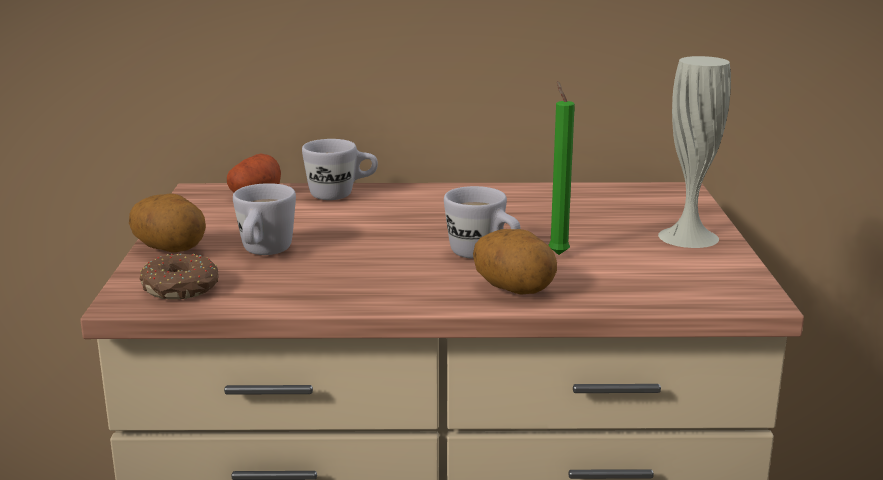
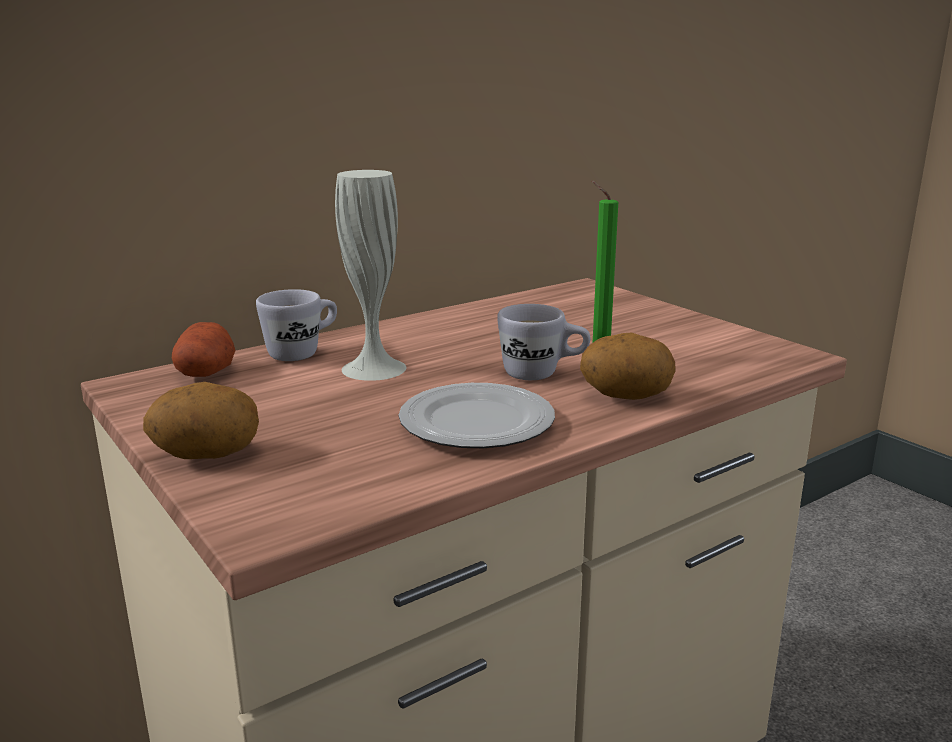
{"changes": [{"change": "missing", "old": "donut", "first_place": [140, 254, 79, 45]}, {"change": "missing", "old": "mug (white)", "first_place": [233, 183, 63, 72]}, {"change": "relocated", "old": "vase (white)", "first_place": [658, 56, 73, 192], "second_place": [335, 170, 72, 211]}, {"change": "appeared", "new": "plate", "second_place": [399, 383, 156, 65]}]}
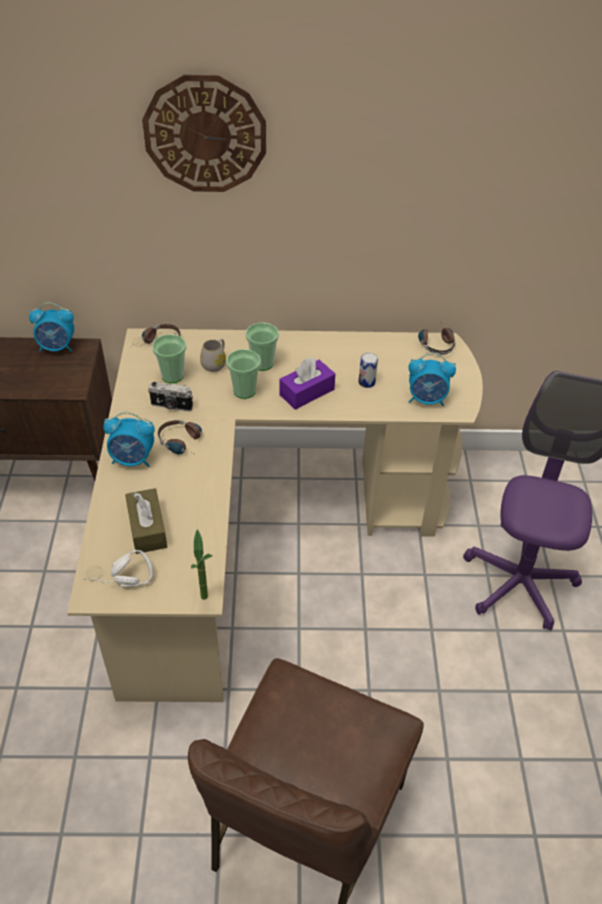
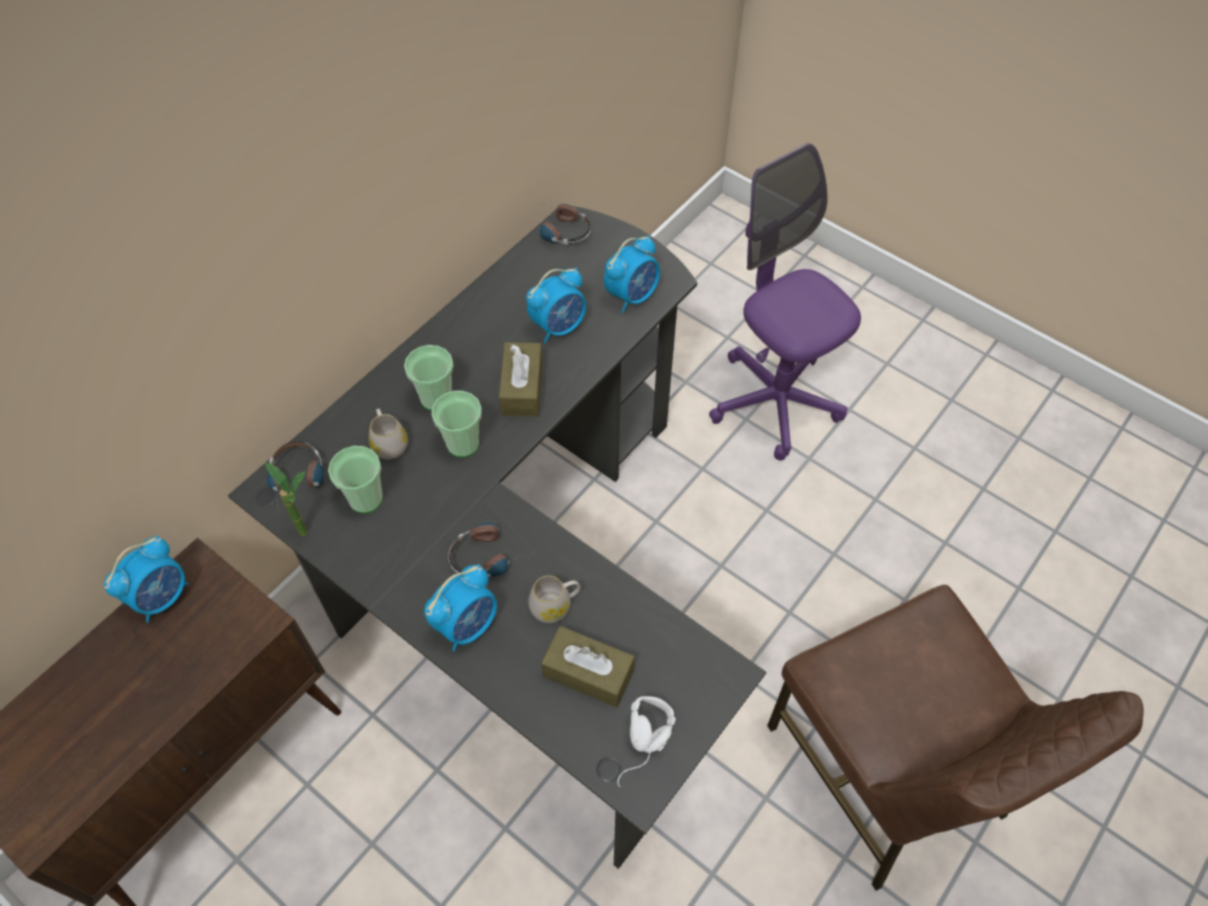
{"changes": [{"change": "colour", "old": "desk (beige)", "new": "desk (black)", "first_place": [67, 328, 416, 374], "second_place": [228, 206, 538, 663]}, {"change": "missing", "old": "wall clock", "first_place": [142, 74, 124, 118]}, {"change": "missing", "old": "photo camera", "first_place": [148, 382, 45, 30]}, {"change": "relocated", "old": "potted plant", "first_place": [191, 529, 21, 71], "second_place": [265, 462, 43, 74]}, {"change": "colour", "old": "tissue box (purple)", "new": "tissue box (brown)", "first_place": [279, 358, 56, 52], "second_place": [499, 342, 44, 75]}, {"change": "exchanged", "old": "can", "new": "alarm clock", "first_place": [358, 353, 20, 35], "second_place": [526, 268, 60, 75]}, {"change": "appeared", "new": "mug (white)", "second_place": [528, 575, 52, 48]}]}
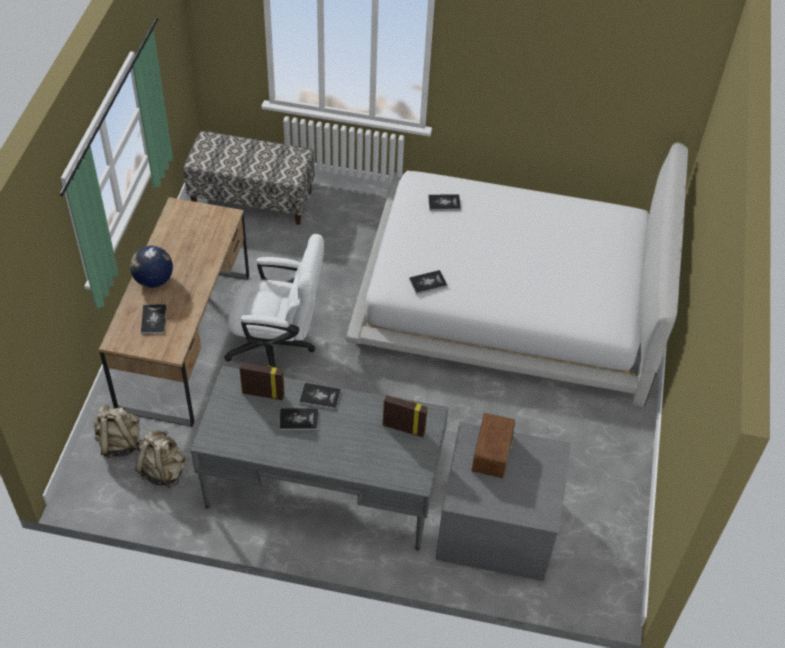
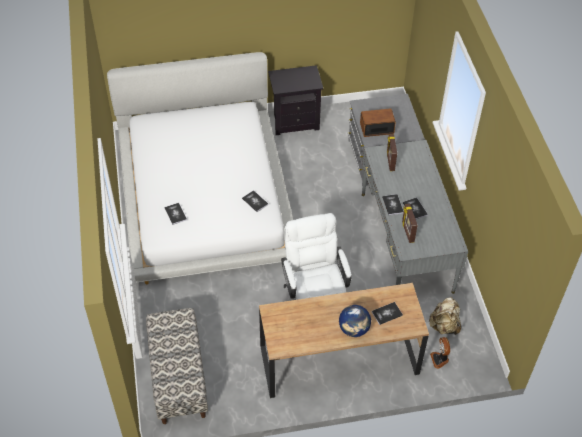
{"changes": [{"change": "exchanged", "old": "backpack (beige)", "new": "fan", "first_place": [94, 405, 48, 53], "second_place": [430, 337, 20, 32]}, {"change": "appeared", "new": "nightstand (black)", "second_place": [268, 65, 56, 70]}]}
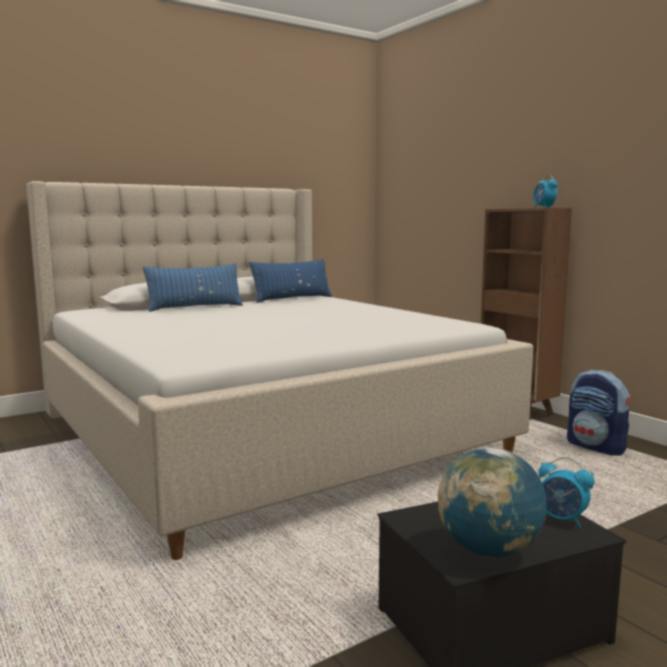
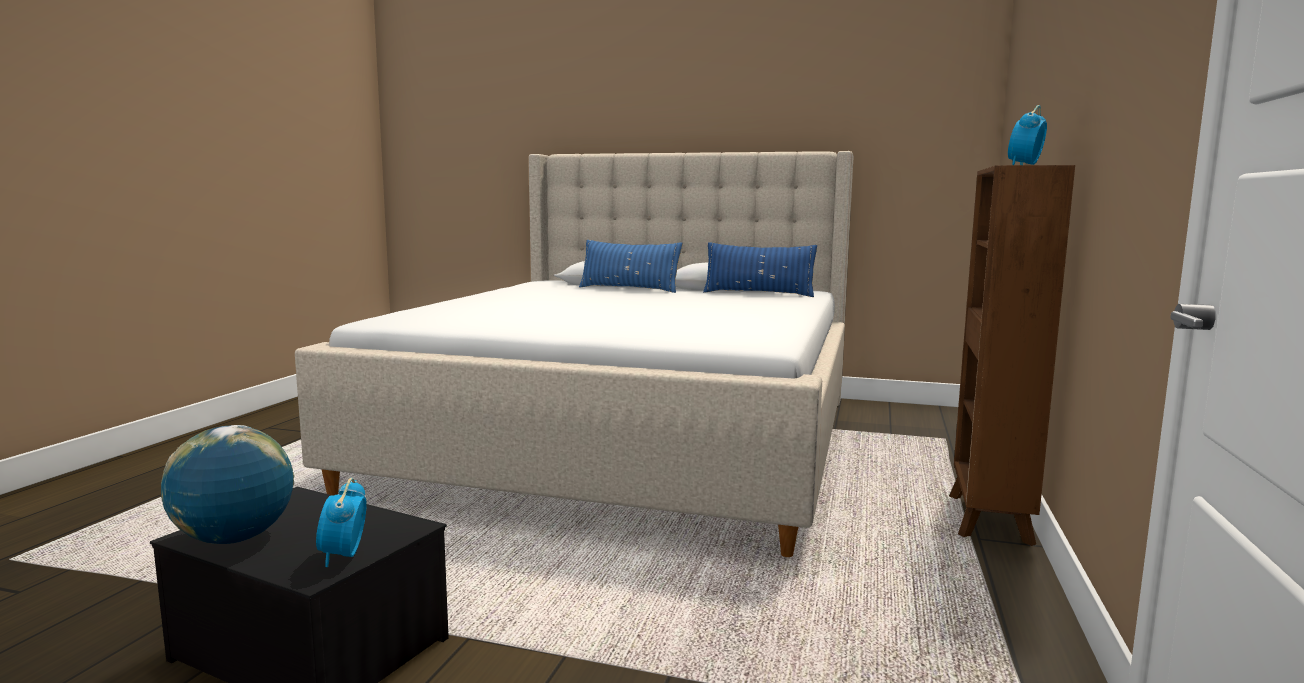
{"changes": [{"change": "missing", "old": "backpack", "first_place": [567, 370, 64, 86]}]}
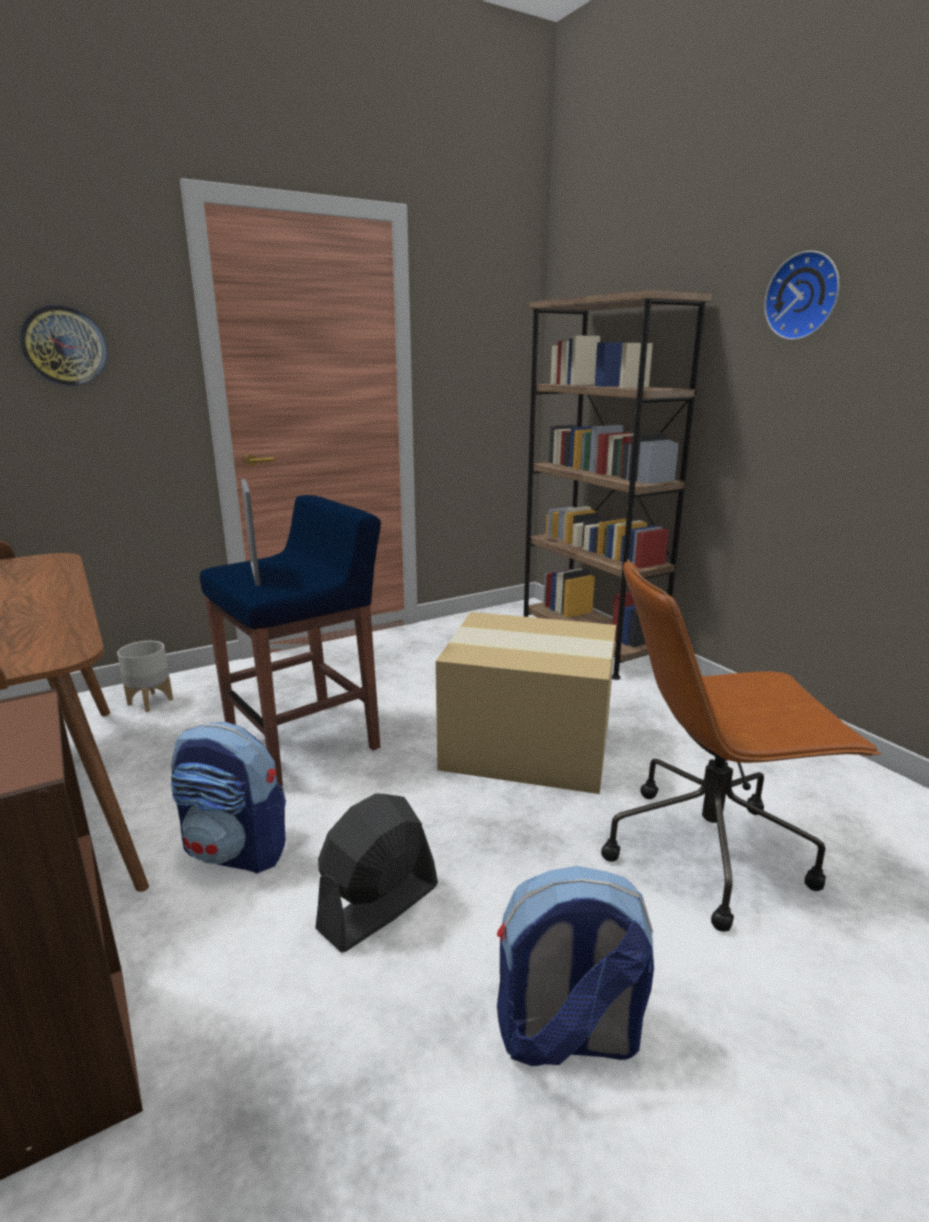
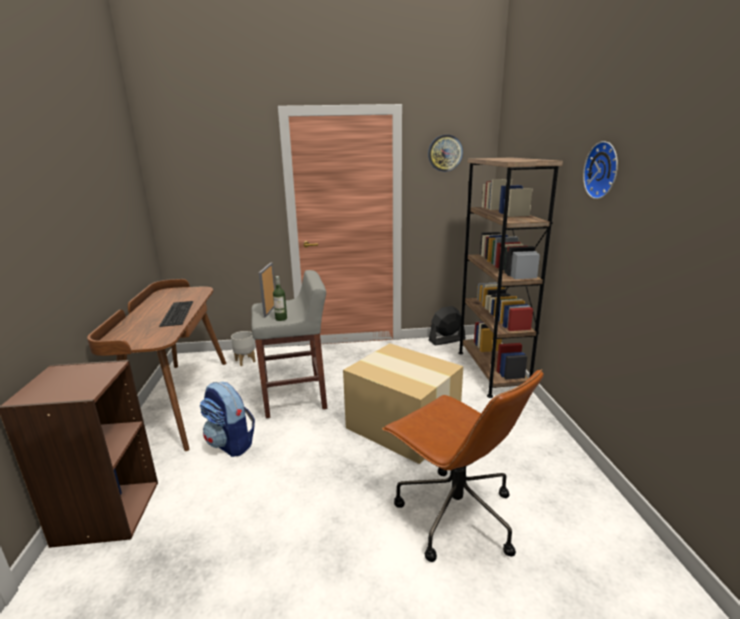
{"changes": [{"change": "relocated", "old": "wall clock", "first_place": [19, 305, 88, 81], "second_place": [428, 135, 35, 37]}, {"change": "colour", "old": "stool (blue)", "new": "stool (grey)", "first_place": [200, 495, 181, 292], "second_place": [251, 270, 76, 148]}, {"change": "relocated", "old": "fan (black)", "first_place": [315, 793, 123, 159], "second_place": [429, 306, 37, 39]}, {"change": "missing", "old": "backpack", "first_place": [497, 866, 157, 200]}, {"change": "spun", "old": "office chair (brown)", "first_place": [601, 559, 280, 373], "second_place": [382, 369, 162, 193], "degrees": -150}, {"change": "appeared", "new": "keyboard", "second_place": [159, 301, 34, 26]}, {"change": "appeared", "new": "bottle", "second_place": [273, 276, 14, 45]}]}
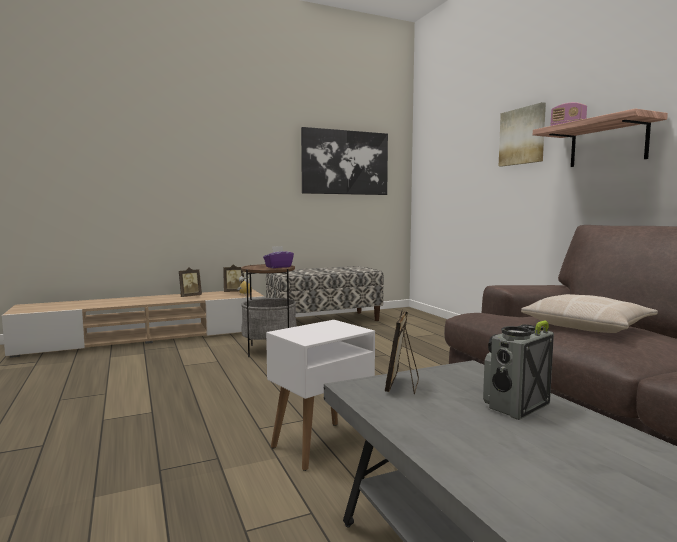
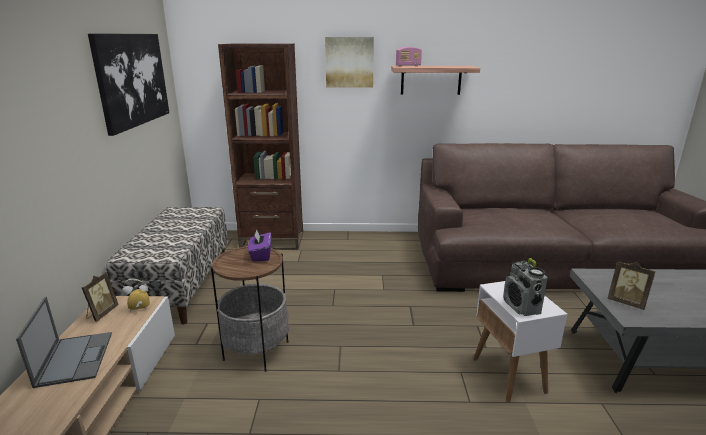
{"changes": [{"change": "exchanged", "old": "picture frame", "new": "laptop", "first_place": [179, 267, 23, 30], "second_place": [16, 297, 96, 91]}, {"change": "relocated", "old": "radio", "first_place": [483, 321, 71, 99], "second_place": [503, 258, 45, 58]}, {"change": "missing", "old": "pillow (beige)", "first_place": [521, 294, 137, 39]}, {"change": "appeared", "new": "bookcase (brown)", "second_place": [218, 44, 85, 206]}]}
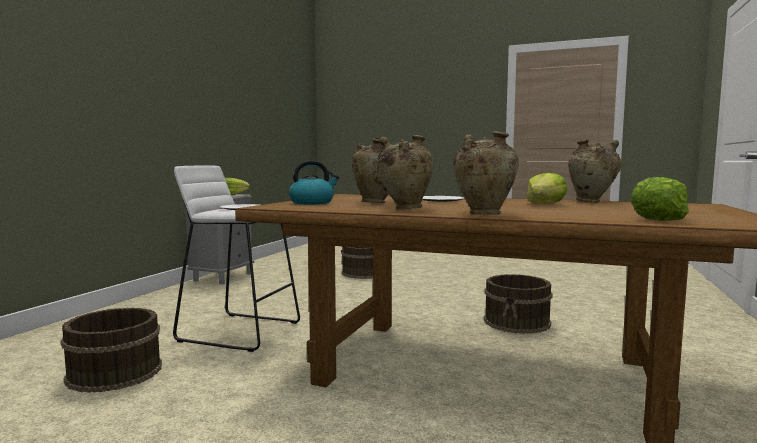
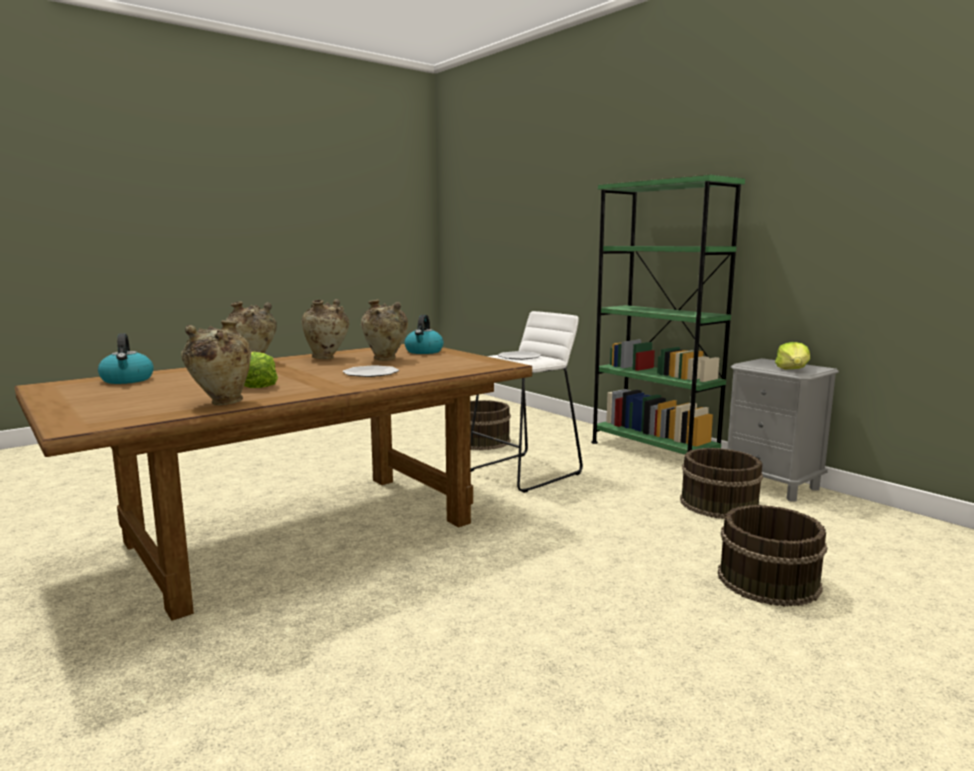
{"changes": [{"change": "relocated", "old": "bucket (brown)", "first_place": [484, 274, 69, 60], "second_place": [680, 448, 83, 71]}, {"change": "exchanged", "old": "lettuce", "new": "kettle", "first_place": [630, 177, 59, 44], "second_place": [98, 333, 56, 51]}, {"change": "appeared", "new": "bookcase (green)", "second_place": [591, 175, 154, 280]}]}
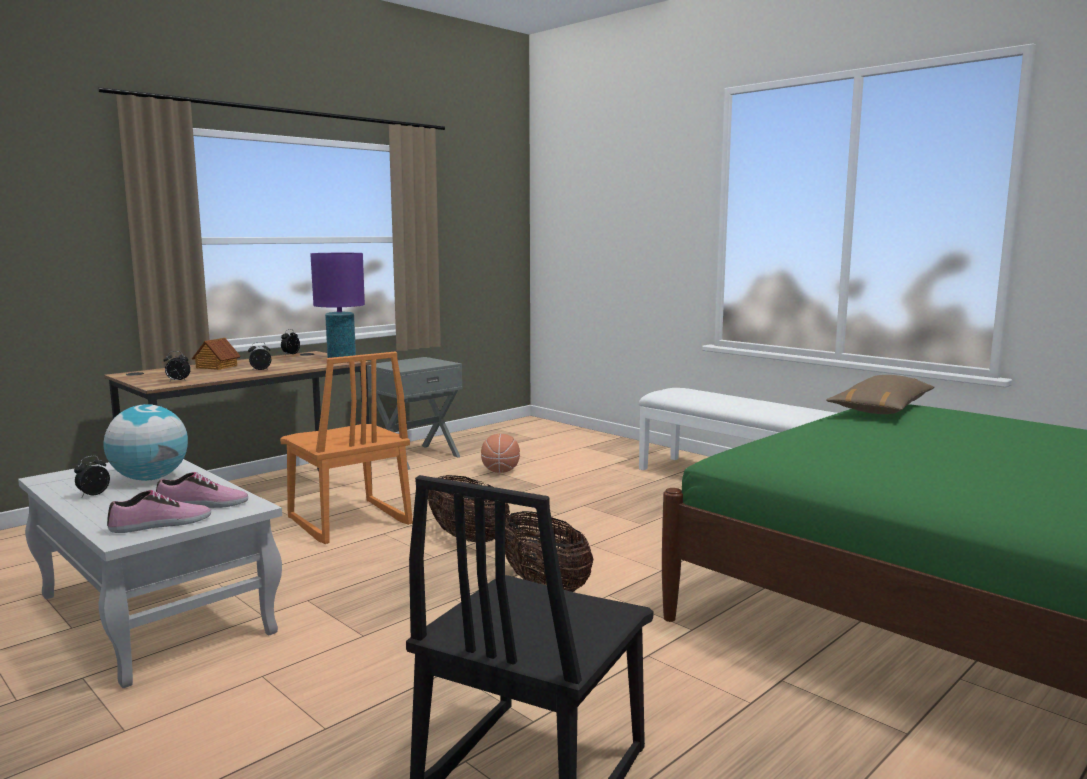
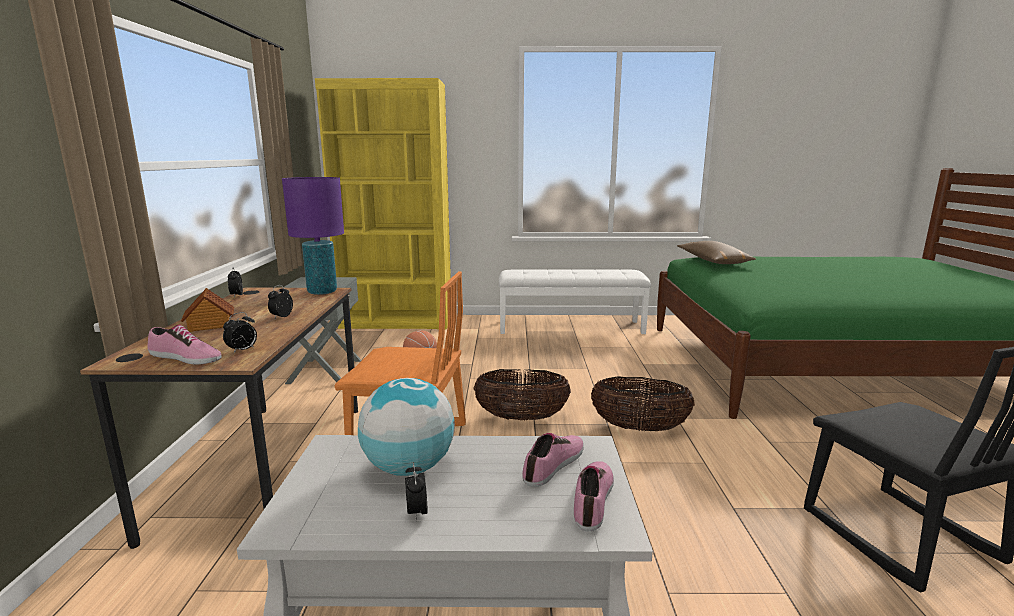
{"changes": [{"change": "appeared", "new": "shoe", "second_place": [147, 325, 75, 40]}, {"change": "appeared", "new": "bookcase (yellow)", "second_place": [315, 78, 136, 252]}]}
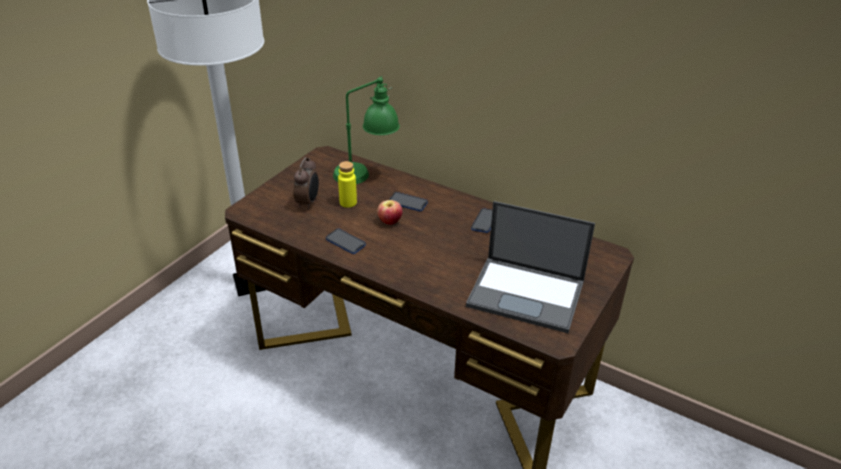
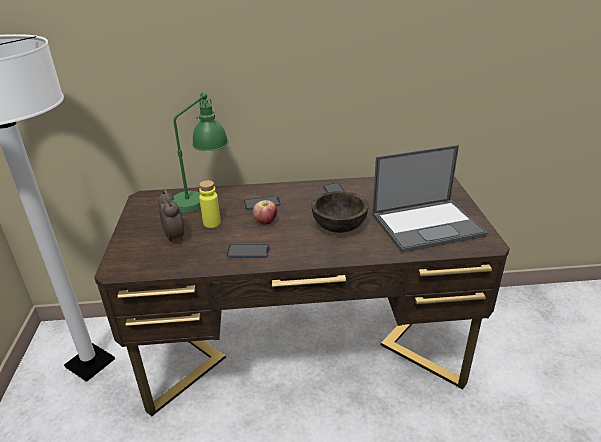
{"changes": [{"change": "appeared", "new": "bowl (brown)", "second_place": [311, 191, 58, 42]}]}
